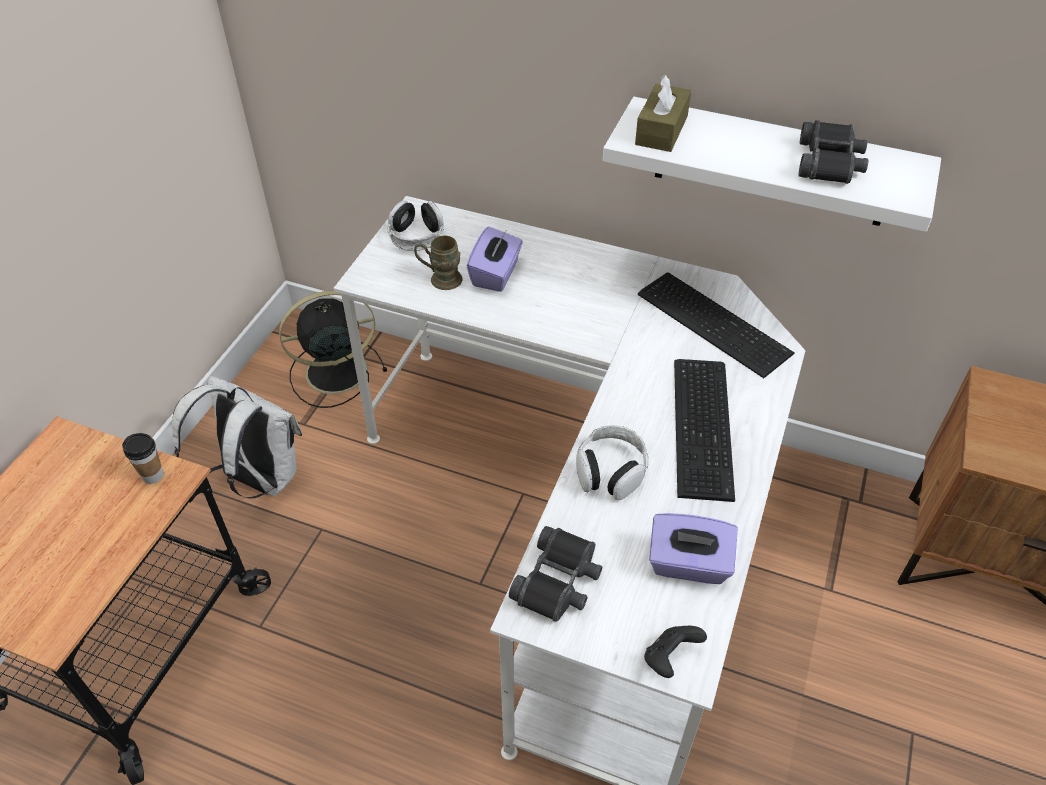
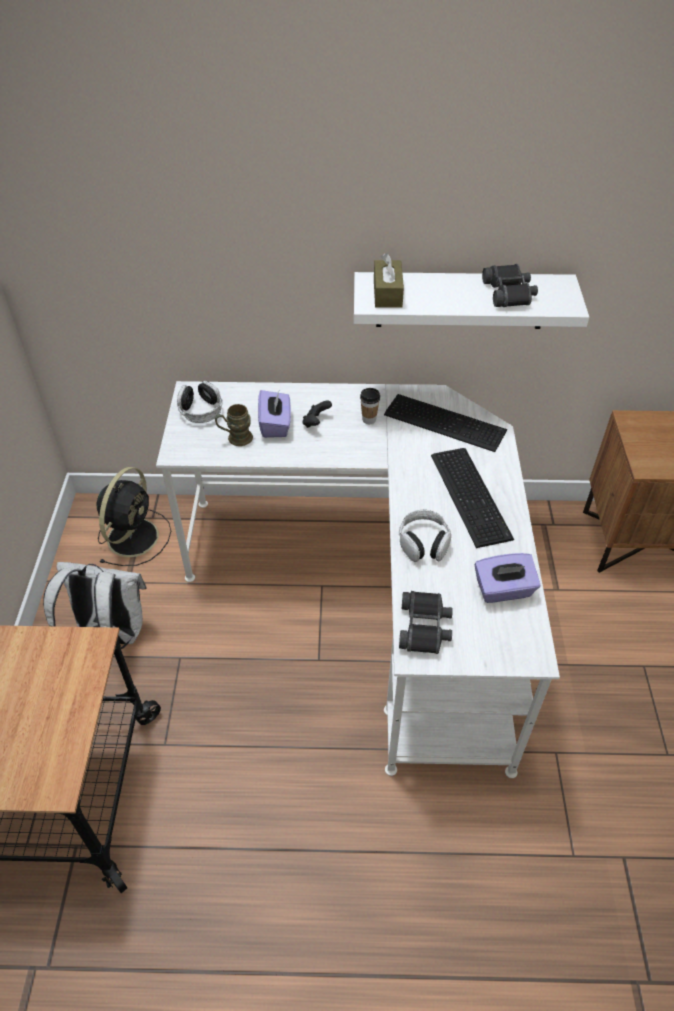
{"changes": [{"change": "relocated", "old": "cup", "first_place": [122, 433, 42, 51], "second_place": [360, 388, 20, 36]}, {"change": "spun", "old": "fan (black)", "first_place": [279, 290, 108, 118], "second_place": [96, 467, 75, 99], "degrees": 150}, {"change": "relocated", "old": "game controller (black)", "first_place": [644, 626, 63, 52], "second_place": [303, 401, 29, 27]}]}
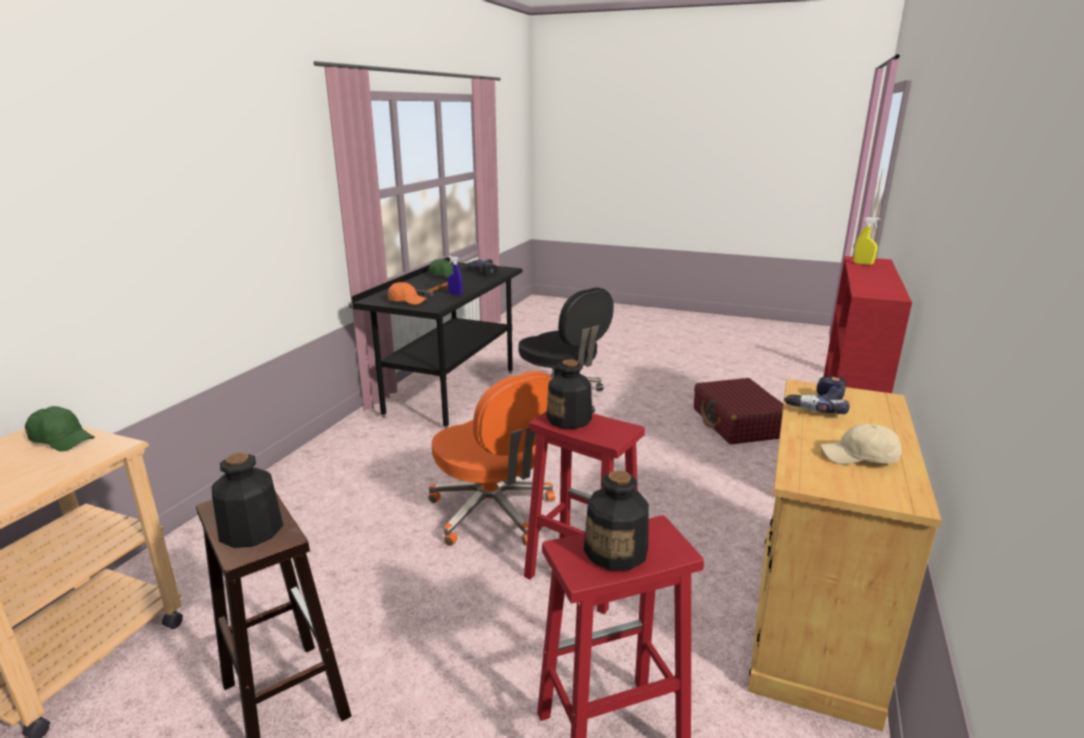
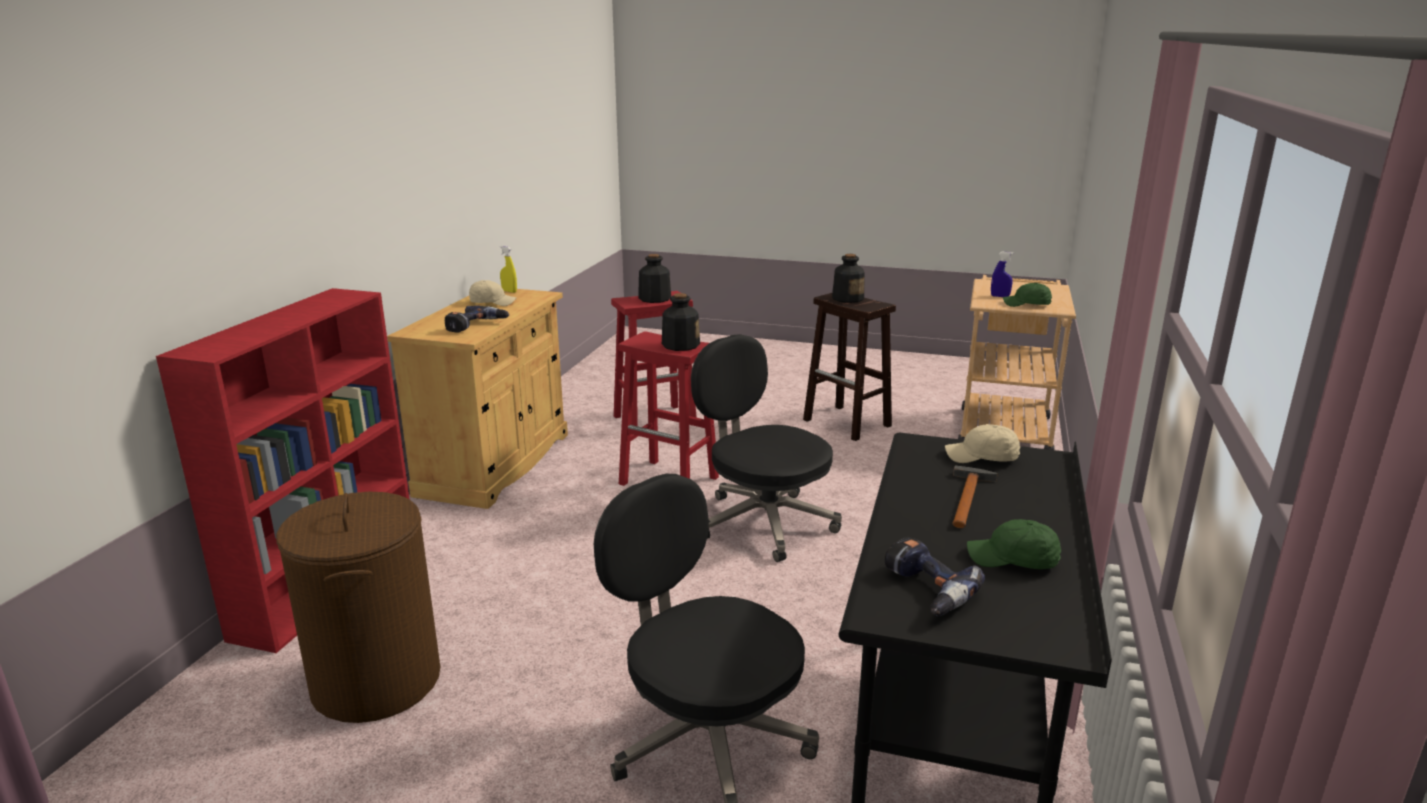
{"changes": [{"change": "colour", "old": "cap (orange)", "new": "cap (beige)", "first_place": [388, 282, 39, 23], "second_place": [945, 424, 75, 39]}, {"change": "colour", "old": "office chair (orange)", "new": "office chair (black)", "first_place": [428, 371, 127, 175], "second_place": [691, 334, 151, 228]}, {"change": "relocated", "old": "spray bottle (blue)", "first_place": [448, 256, 15, 39], "second_place": [991, 252, 22, 45]}, {"change": "exchanged", "old": "suitcase (red)", "new": "laundry basket (brown)", "first_place": [694, 378, 89, 66], "second_place": [276, 492, 164, 231]}, {"change": "relocated", "old": "spray bottle (yellow)", "first_place": [854, 217, 26, 48], "second_place": [500, 246, 17, 47]}]}
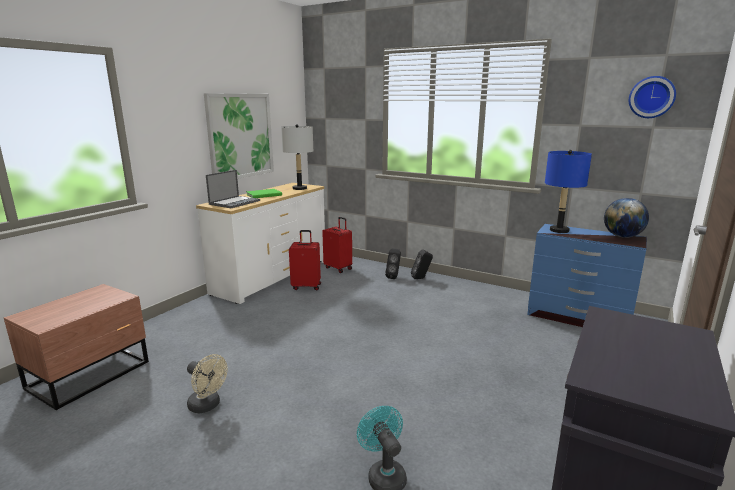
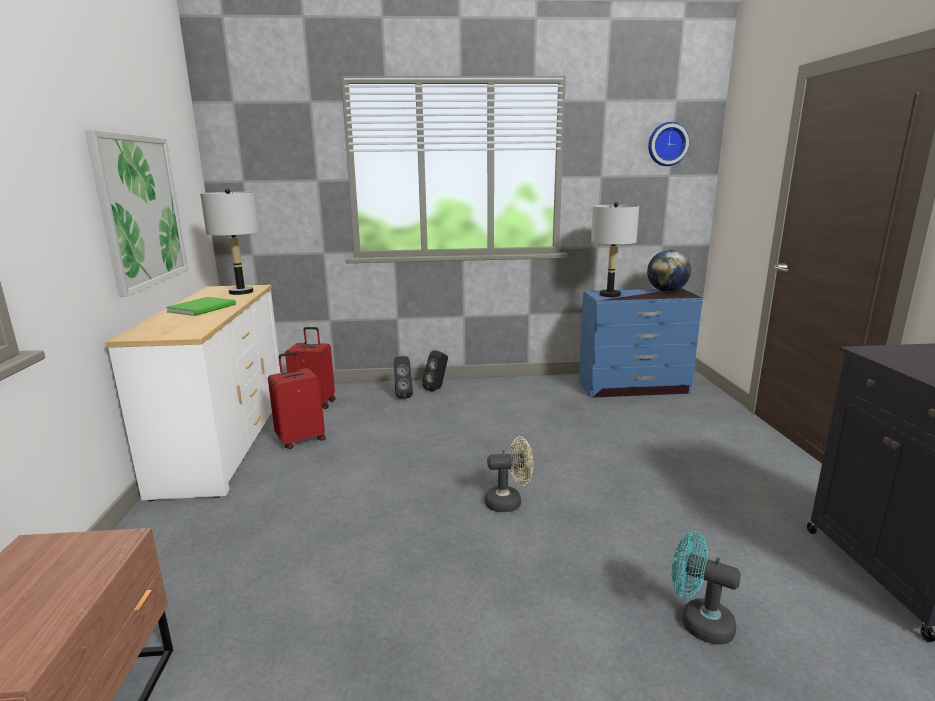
{"changes": [{"change": "relocated", "old": "fan (beige)", "first_place": [187, 354, 41, 59], "second_place": [485, 436, 49, 76]}, {"change": "missing", "old": "laptop", "first_place": [206, 170, 54, 38]}, {"change": "colour", "old": "table lamp (blue)", "new": "table lamp (grey)", "first_place": [545, 150, 47, 83], "second_place": [591, 202, 48, 95]}]}
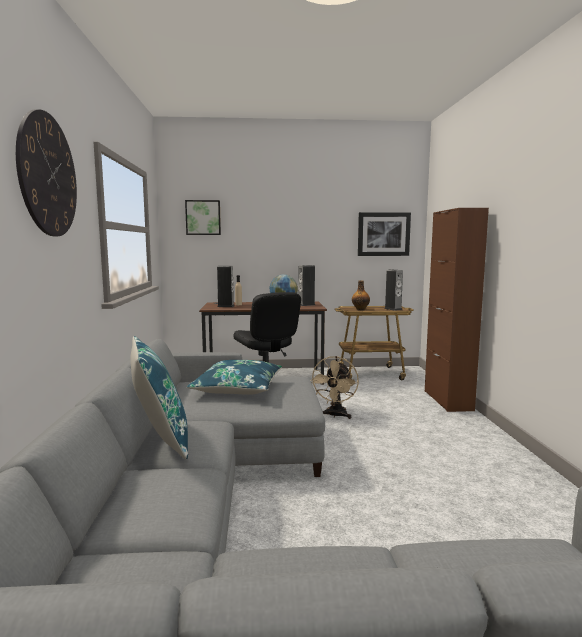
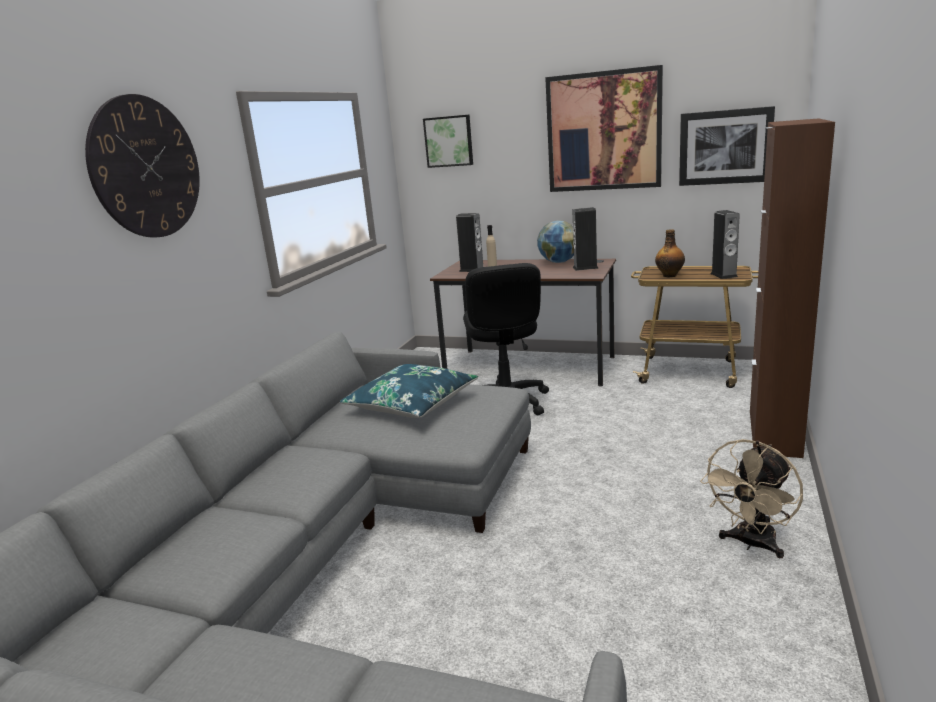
{"changes": [{"change": "missing", "old": "pillow (blue)", "first_place": [130, 336, 58, 123]}, {"change": "relocated", "old": "fan (beige)", "first_place": [312, 356, 47, 63], "second_place": [700, 439, 103, 119]}, {"change": "appeared", "new": "picture", "second_place": [545, 65, 118, 127]}]}
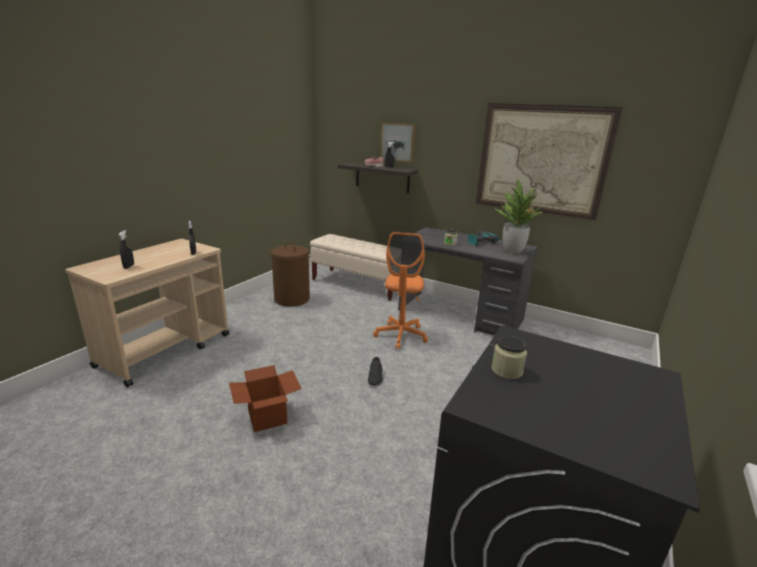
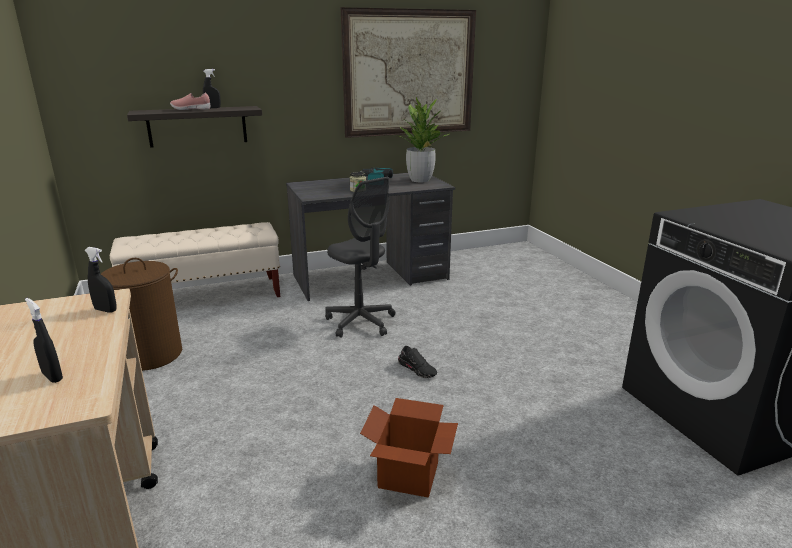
{"changes": [{"change": "colour", "old": "office chair (orange)", "new": "office chair (grey)", "first_place": [373, 232, 55, 118], "second_place": [325, 177, 70, 161]}, {"change": "missing", "old": "picture", "first_place": [381, 122, 35, 40]}, {"change": "missing", "old": "jar", "first_place": [492, 336, 35, 43]}]}
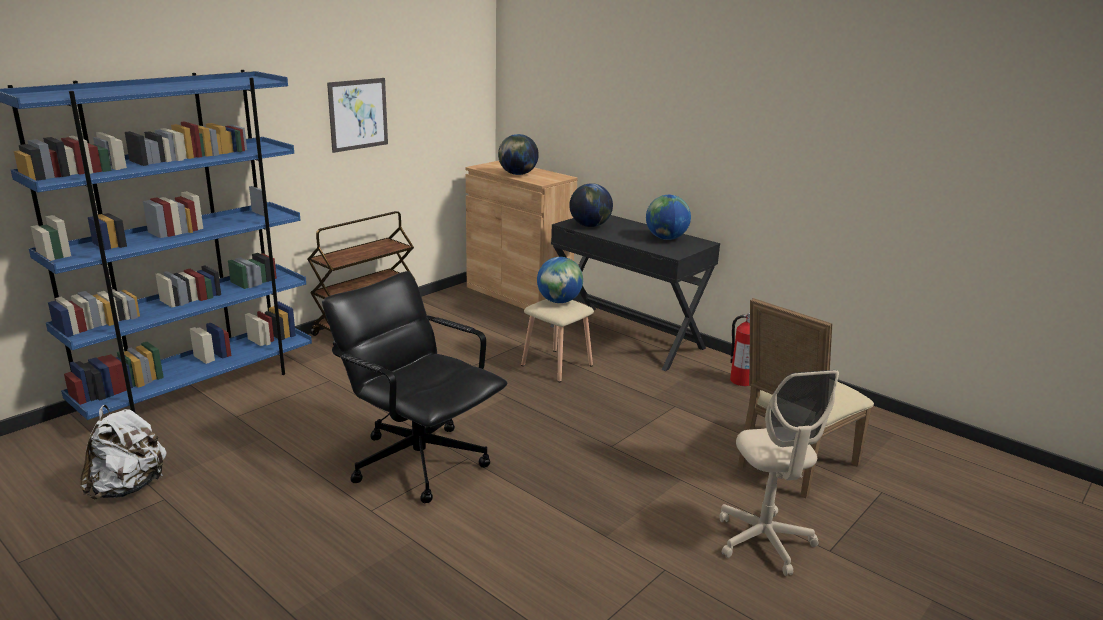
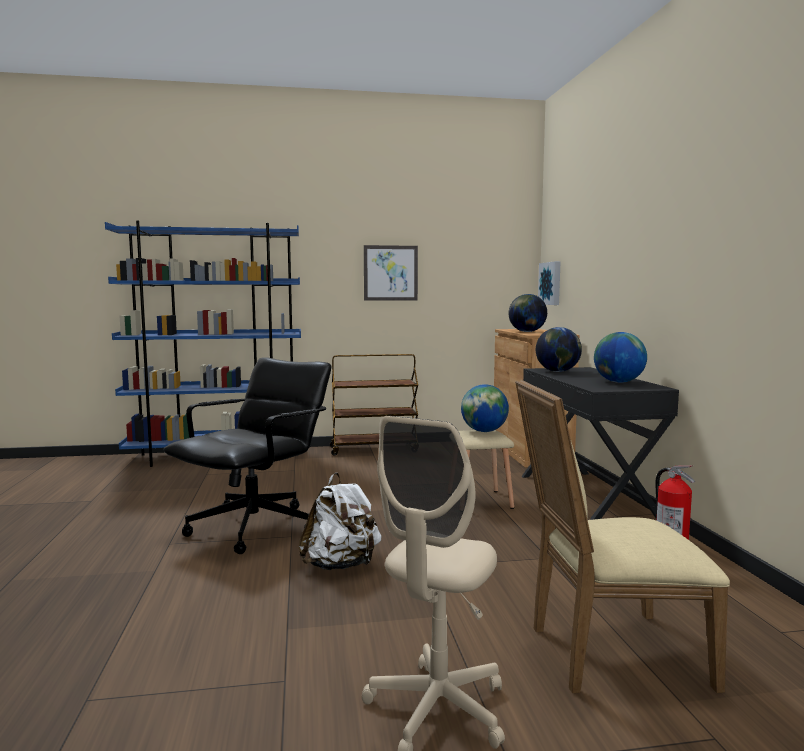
{"changes": [{"change": "relocated", "old": "backpack (white)", "first_place": [80, 405, 87, 95], "second_place": [298, 473, 83, 97]}, {"change": "spun", "old": "office chair (black)", "first_place": [322, 271, 185, 232], "second_place": [163, 357, 168, 197], "degrees": 45}, {"change": "appeared", "new": "picture", "second_place": [538, 261, 23, 44]}]}
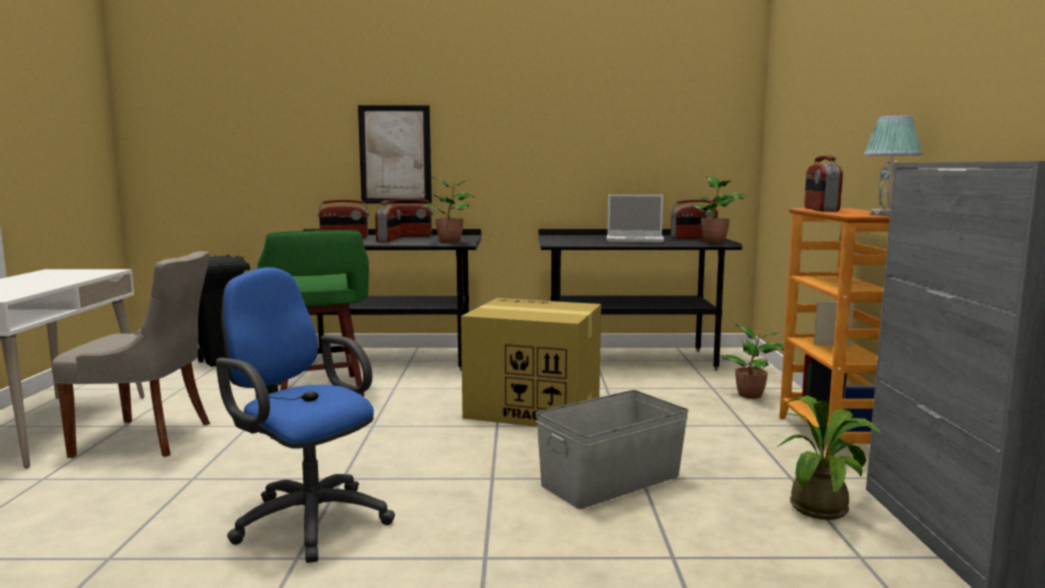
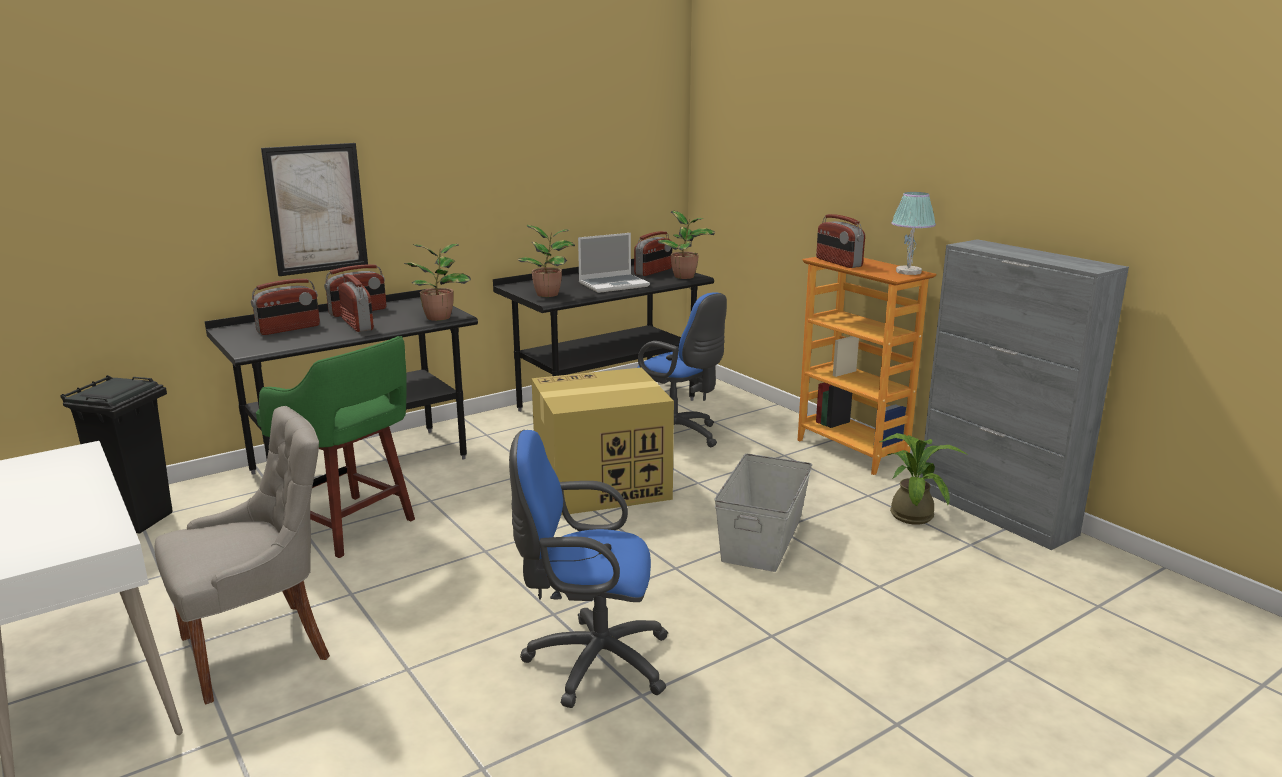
{"changes": [{"change": "relocated", "old": "potted plant", "first_place": [721, 323, 63, 76], "second_place": [517, 225, 58, 72]}, {"change": "appeared", "new": "office chair (blue)", "second_place": [637, 292, 90, 155]}]}
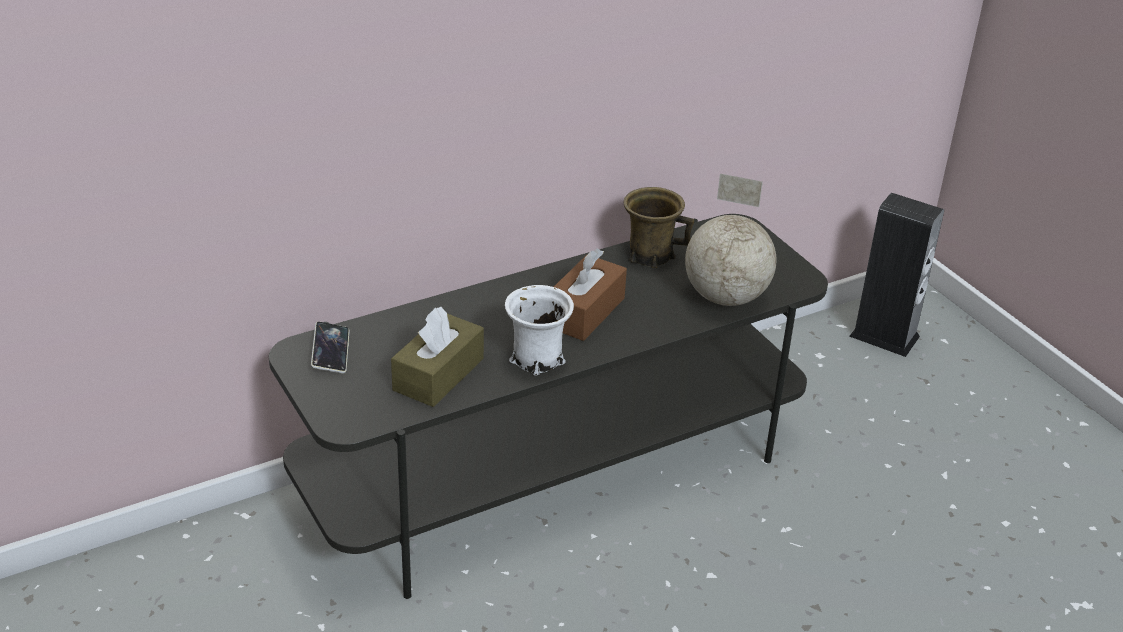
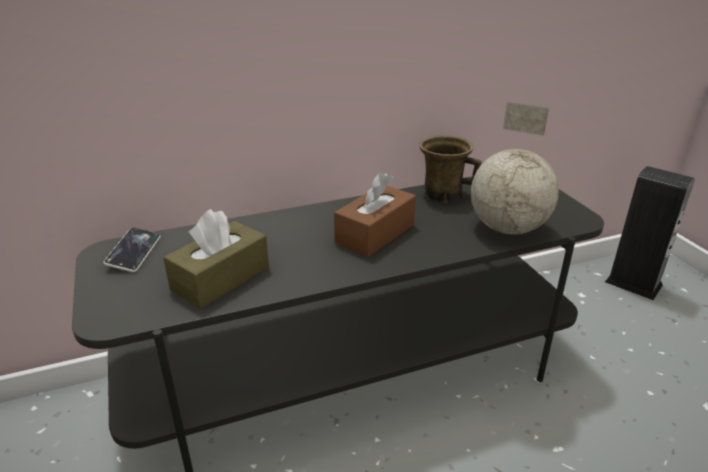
{"changes": [{"change": "missing", "old": "mug (white)", "first_place": [505, 285, 69, 91]}]}
